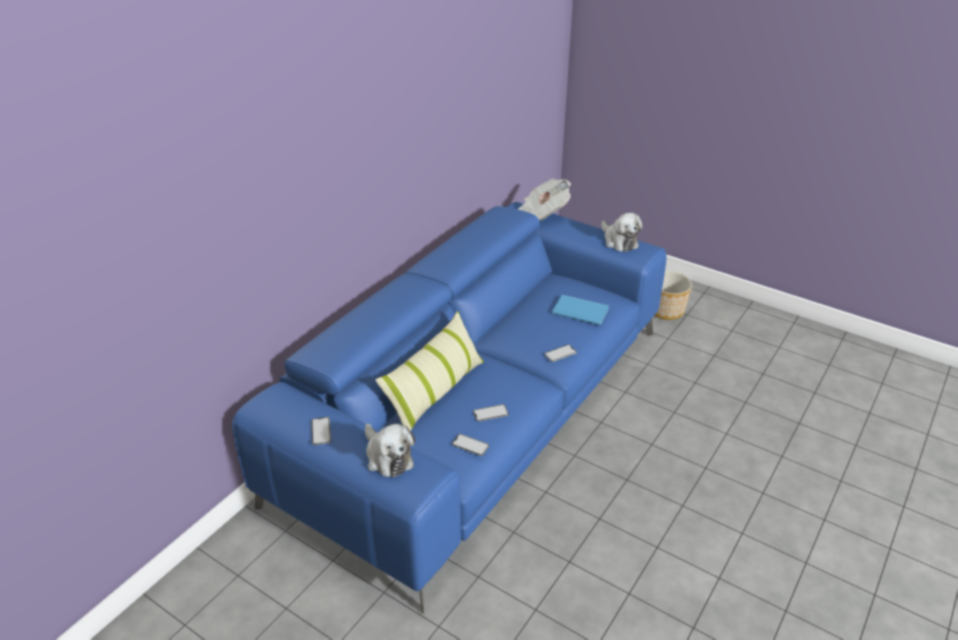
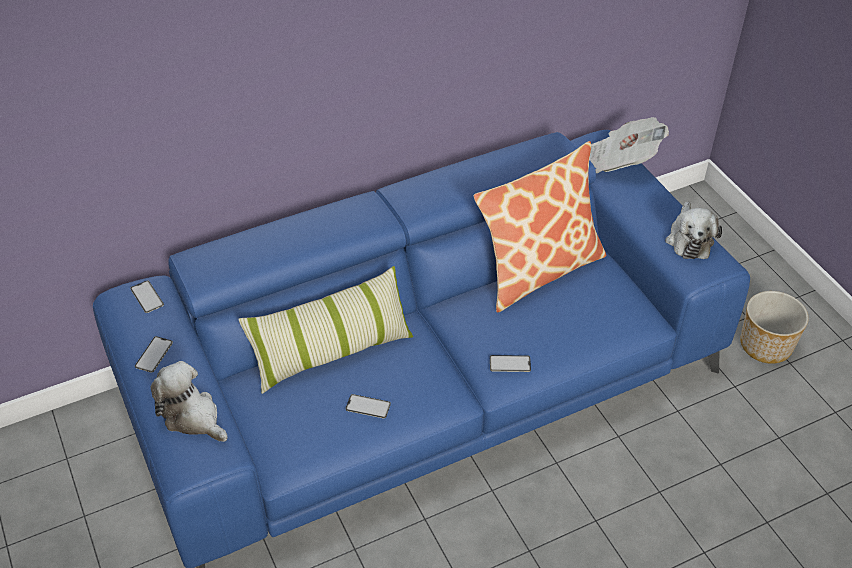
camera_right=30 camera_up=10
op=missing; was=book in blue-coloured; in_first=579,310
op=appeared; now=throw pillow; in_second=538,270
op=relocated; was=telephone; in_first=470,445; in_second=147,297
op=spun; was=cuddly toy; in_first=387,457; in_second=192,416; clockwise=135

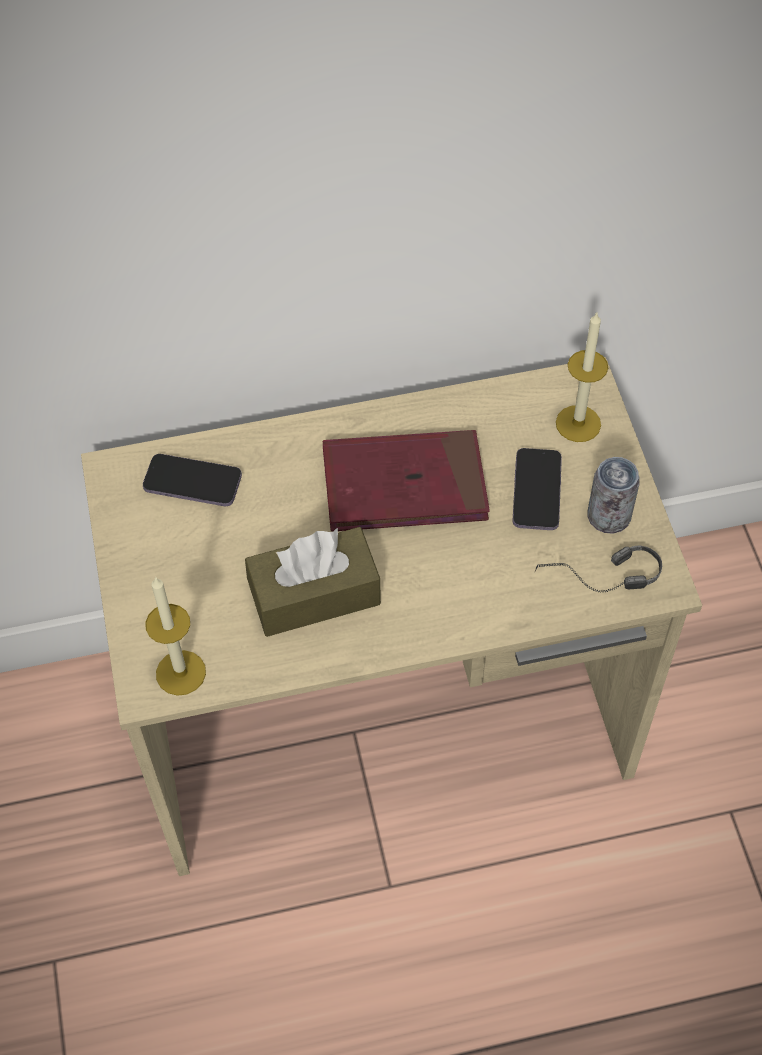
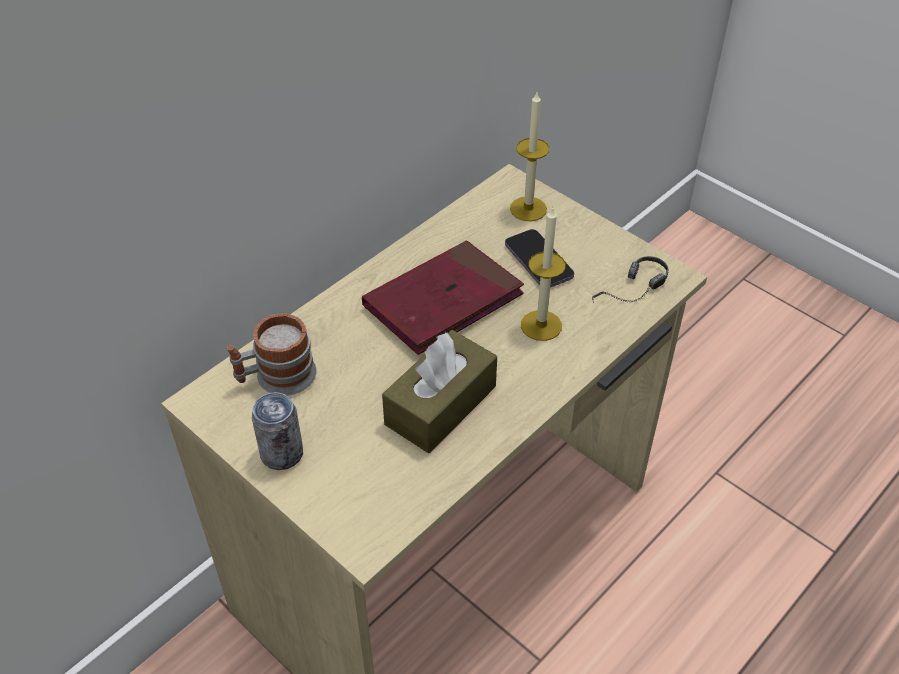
camera_right=-35 camera_up=-10
op=relocated; was=wax candle; in_first=181,672; in_second=541,325
op=relocated; was=sealed can; in_first=608,516; in_second=282,454
op=exchanged; was=telephone; now=mug; in_first=192,482; in_second=276,377

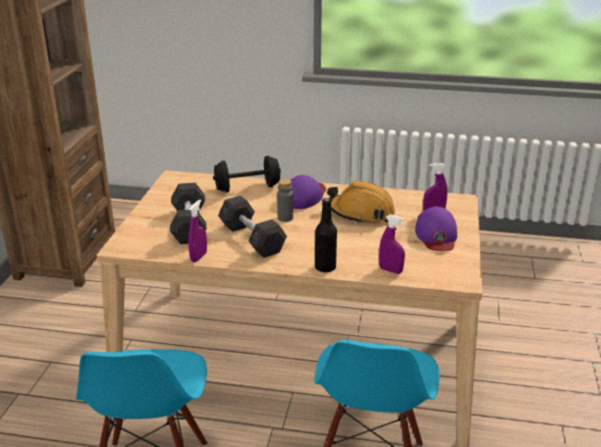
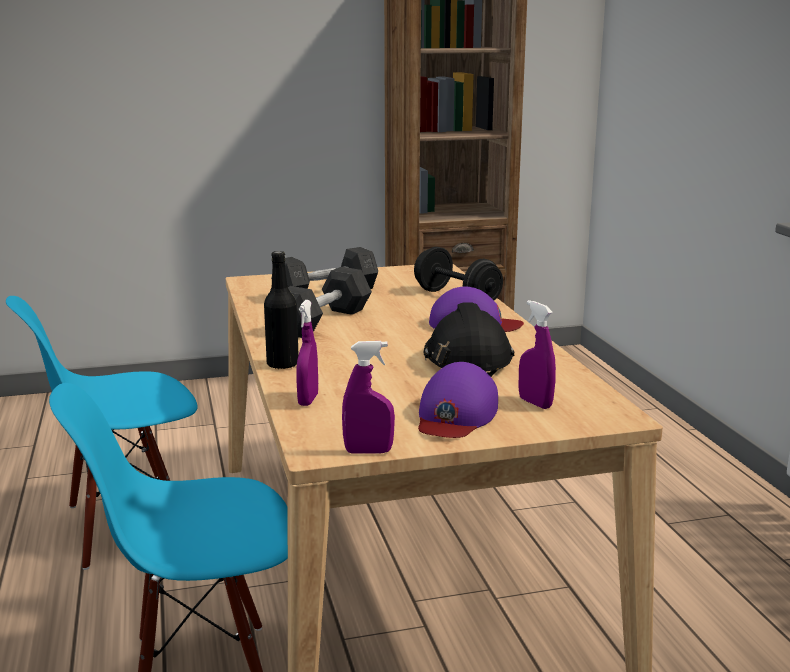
camera_right=65 camera_up=-10
op=missing; was=drink bottle in grey; in_first=285,218
op=relocated; was=hand sprayer in purple-coloured; in_first=198,257; in_second=368,451
op=colour; was=hard hat in orange-coloured; now=hard hat in blackish; in_first=361,213; in_second=467,360
op=spun; was=cap in purple-coloured; in_first=436,235; in_second=455,415; clockwise=-45

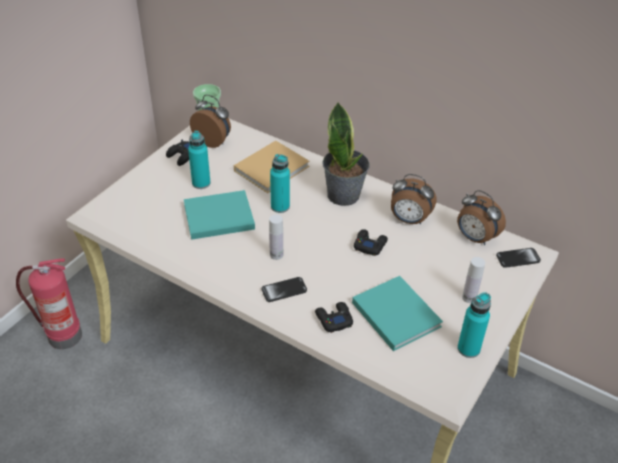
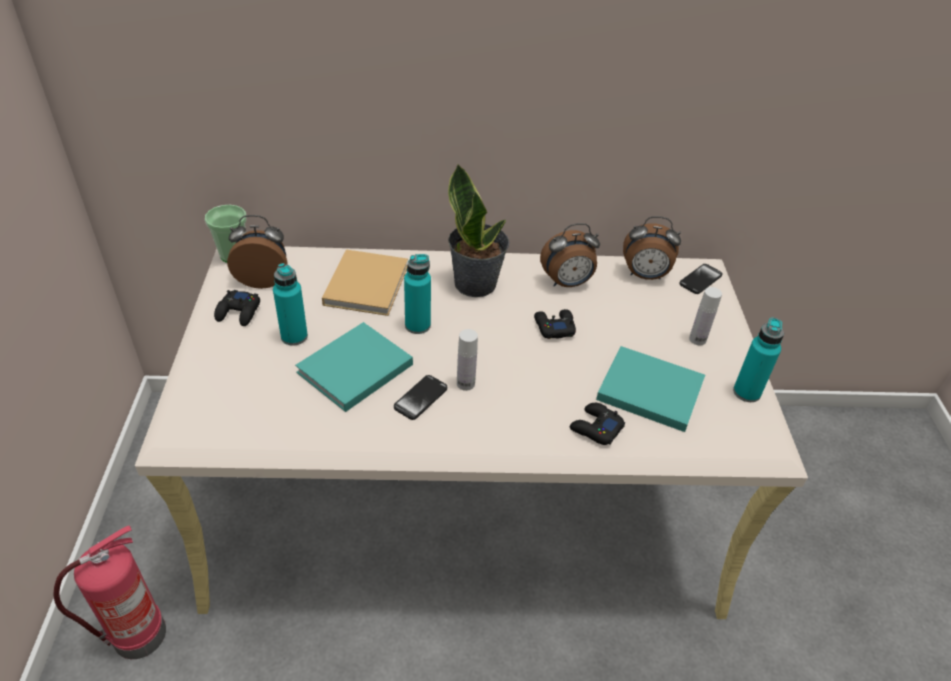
camera_right=-35 camera_up=0
op=relocated; was=telephone; in_first=284,290; in_second=420,398

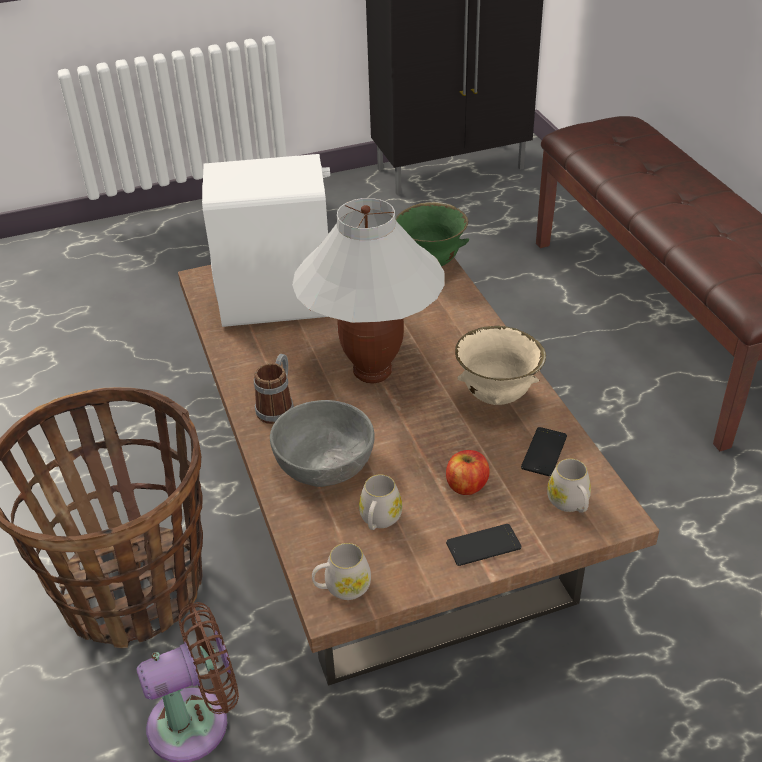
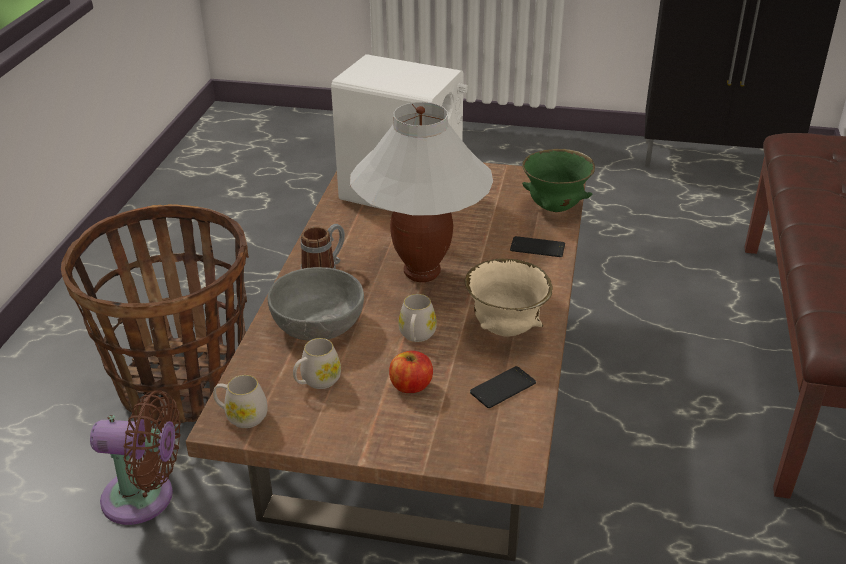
camera_right=30 camera_up=-5
op=relocated; was=telephone; in_first=483,545; in_second=537,248
op=relocated; was=mug in white-coloured; in_first=570,504; in_second=416,336

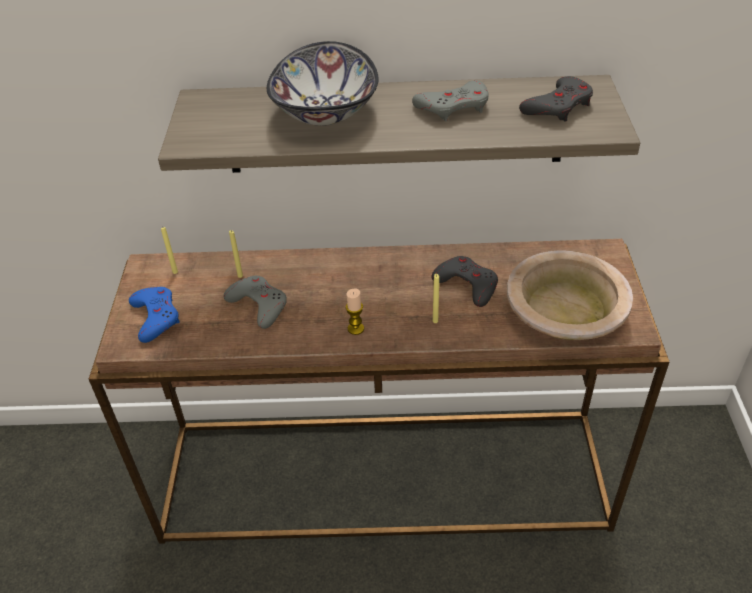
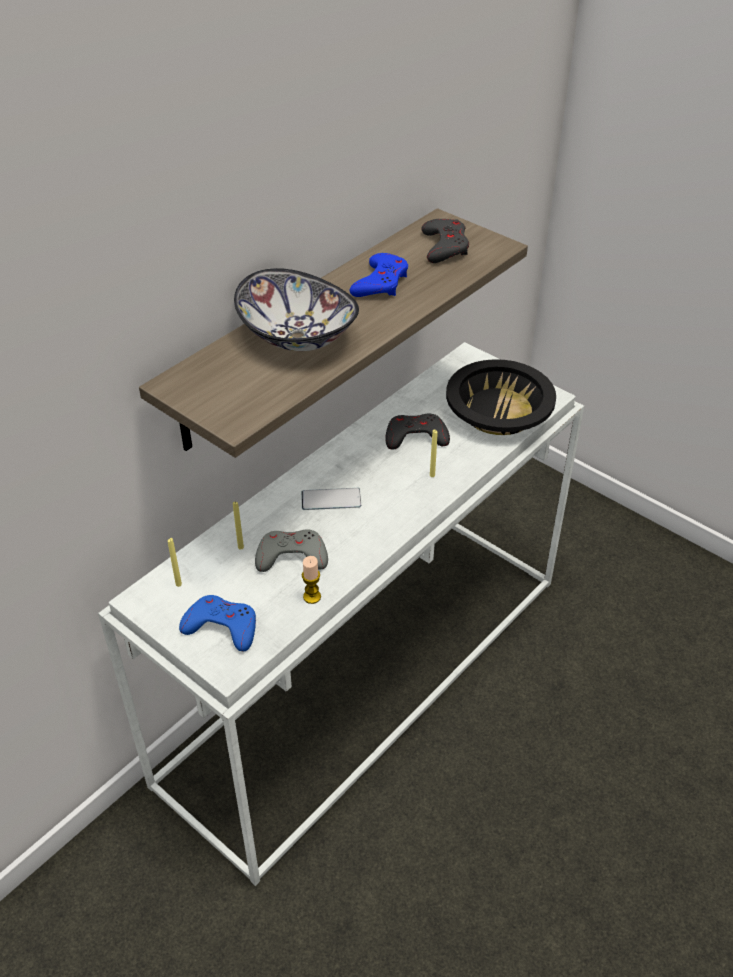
camera_right=-50 camera_up=0
op=appeared; now=telephone; in_second=331,499
op=relocated; was=wax candle; in_first=355,328; in_second=312,597
op=colour; was=console table in brownish; now=console table in white-coloured; in_first=386,474; in_second=366,673
op=colour; was=gamepad in grey; now=gamepad in blue-coloured; in_first=454,107; in_second=381,282
op=colour; was=deep dish in beige-coloured; now=deep dish in blackish; in_first=565,311; in_second=499,412

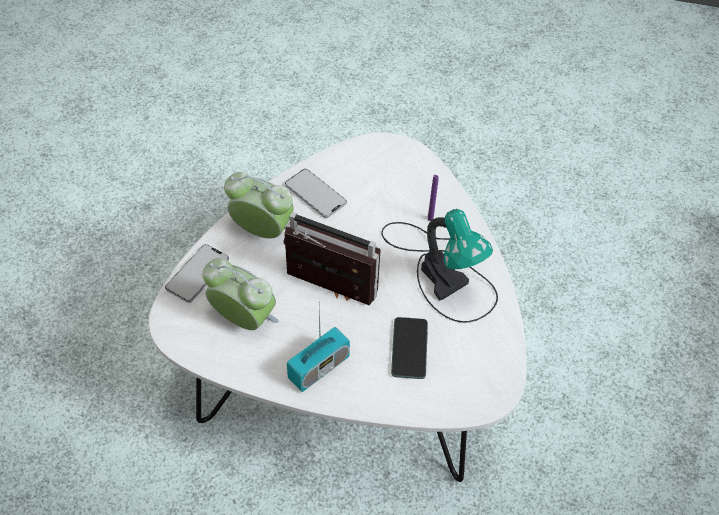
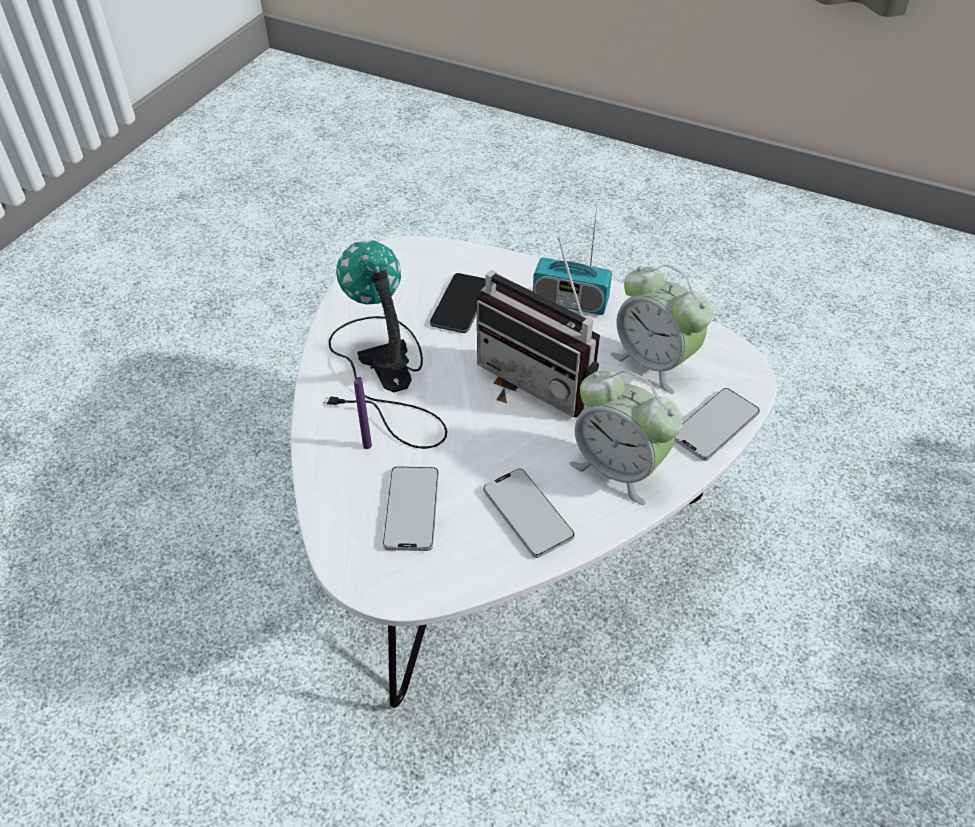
camera_right=-165 camera_up=-5
op=appeared; now=telephone; in_second=411,509
op=spun; was=radio receiver; in_first=319,368; in_second=570,302; clockwise=-135

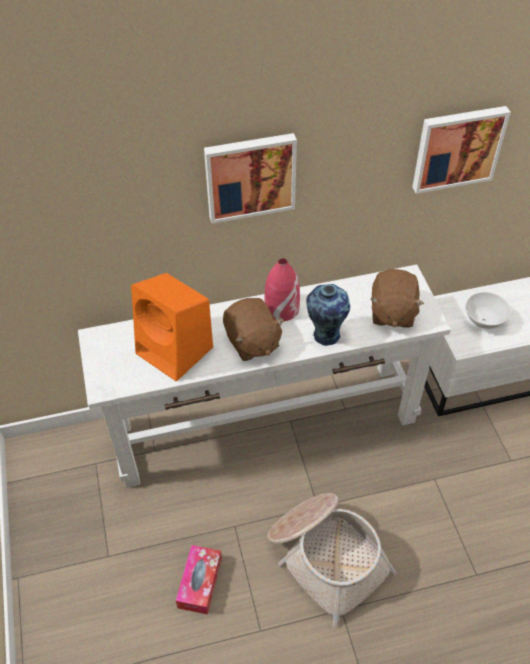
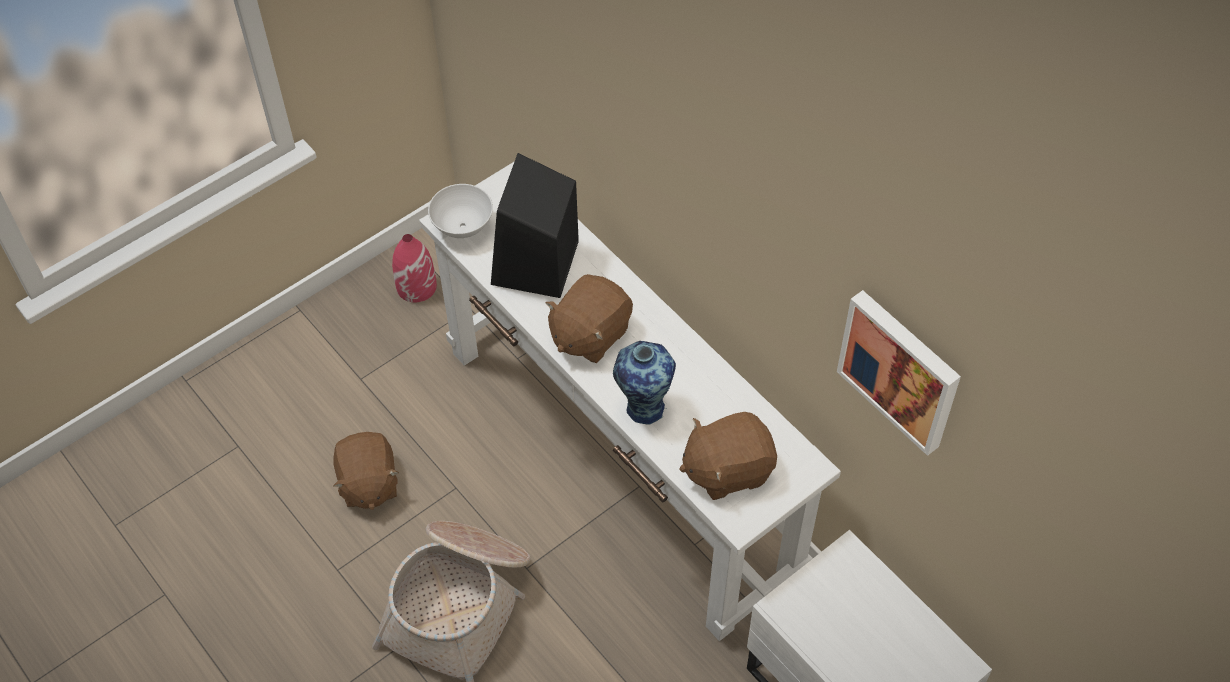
camera_right=65 camera_up=5
op=missing; was=wall picture; in_first=250,176
op=relocated; was=flower vase in reddish; in_first=281,308; in_second=416,286
op=relocated; was=deep dish in white-coloured; in_first=484,321; in_second=463,227
op=exchanged; was=box of tissues; now=cuddly toy in brownish; in_first=200,583; in_second=368,483
op=colour; was=loudspeaker in orange-coloured; now=loudspeaker in blackish; in_first=176,351; in_second=535,265

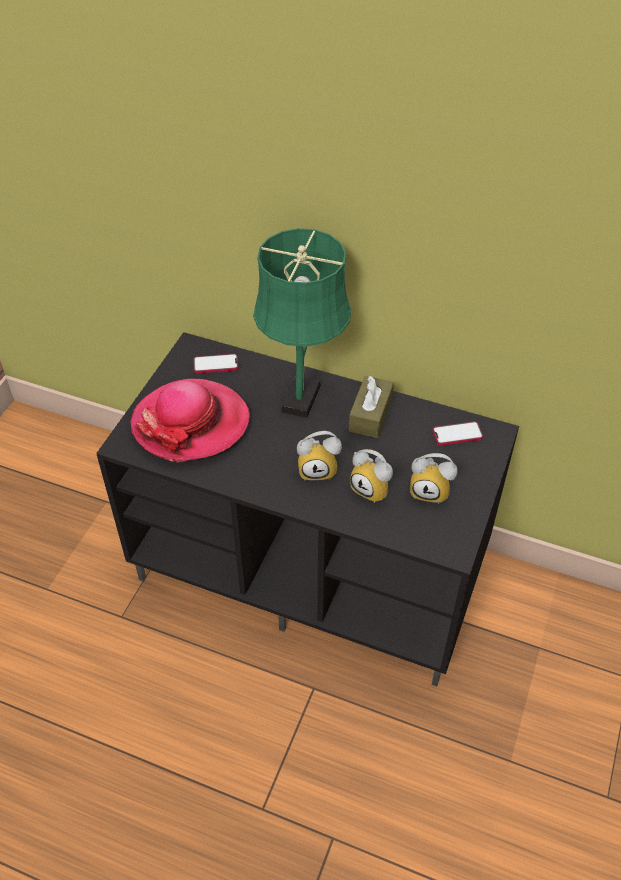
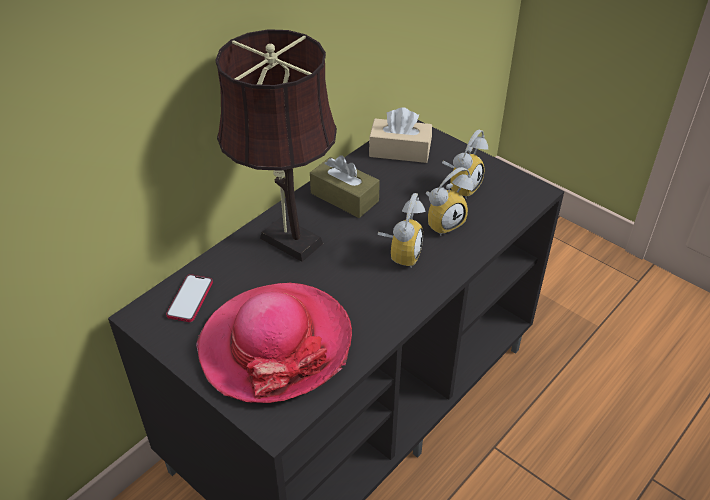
camera_right=-70 camera_up=-5
op=exchanged; was=telephone; now=box of tissues in beige-coloured; in_first=457,434; in_second=400,150
op=colour; was=tabletop lamp in greenish; now=tabletop lamp in brownish; in_first=303,394; in_second=286,238

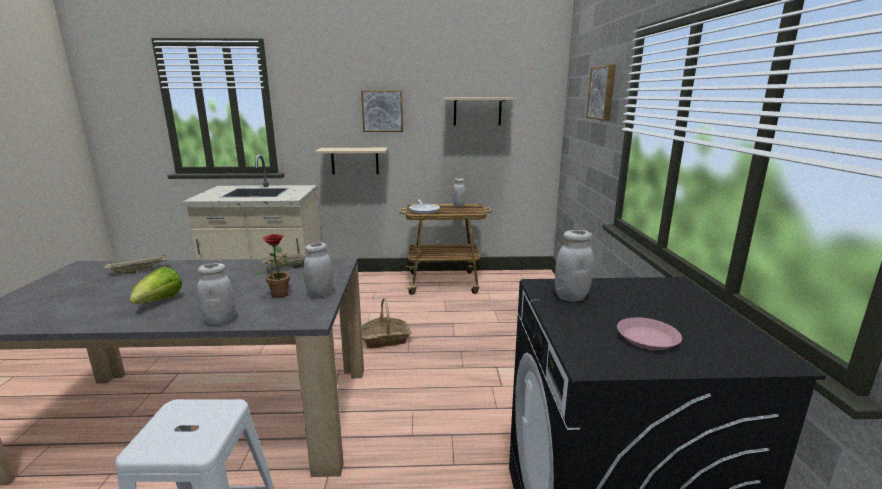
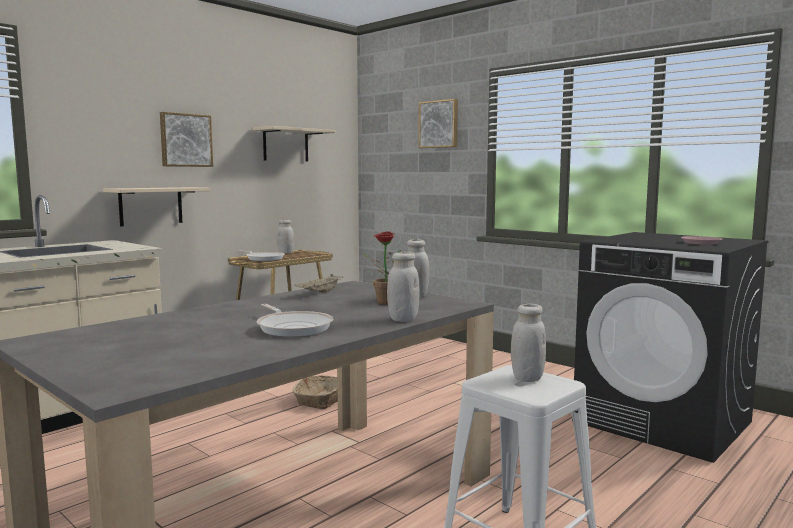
camera_right=-45 camera_up=-10
op=missing; was=carrying tray in beige-coloured; in_first=139,271
op=relocated; was=jar in white-coloured; in_first=571,297; in_second=527,378
op=exchanged; was=lettuce head; now=skillet; in_first=159,302; in_second=293,327

